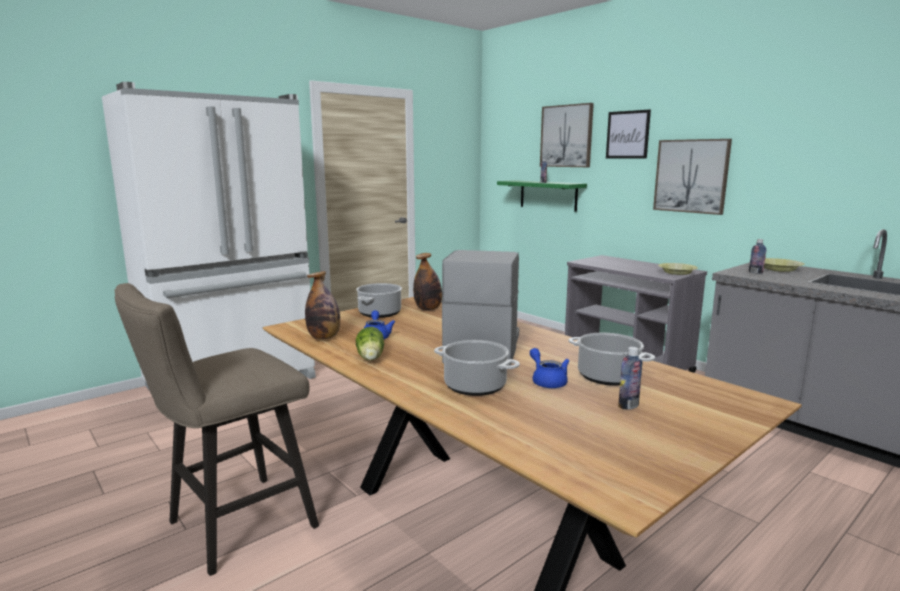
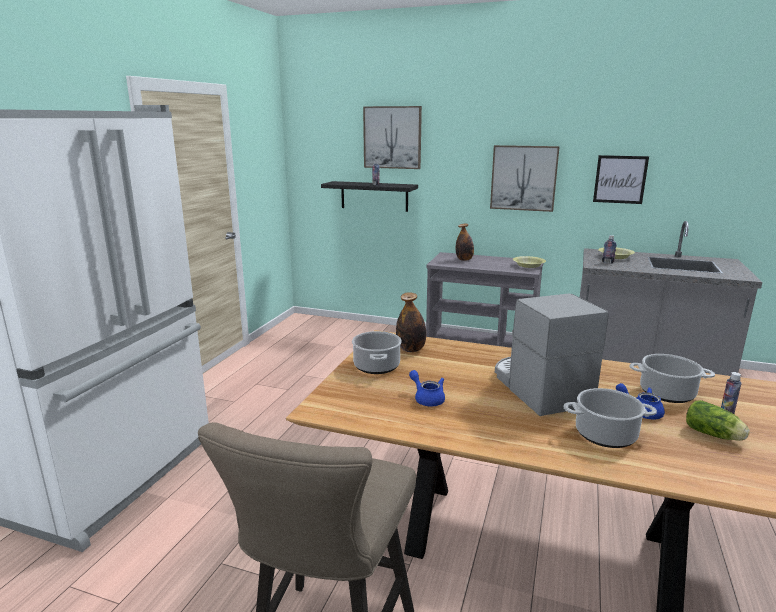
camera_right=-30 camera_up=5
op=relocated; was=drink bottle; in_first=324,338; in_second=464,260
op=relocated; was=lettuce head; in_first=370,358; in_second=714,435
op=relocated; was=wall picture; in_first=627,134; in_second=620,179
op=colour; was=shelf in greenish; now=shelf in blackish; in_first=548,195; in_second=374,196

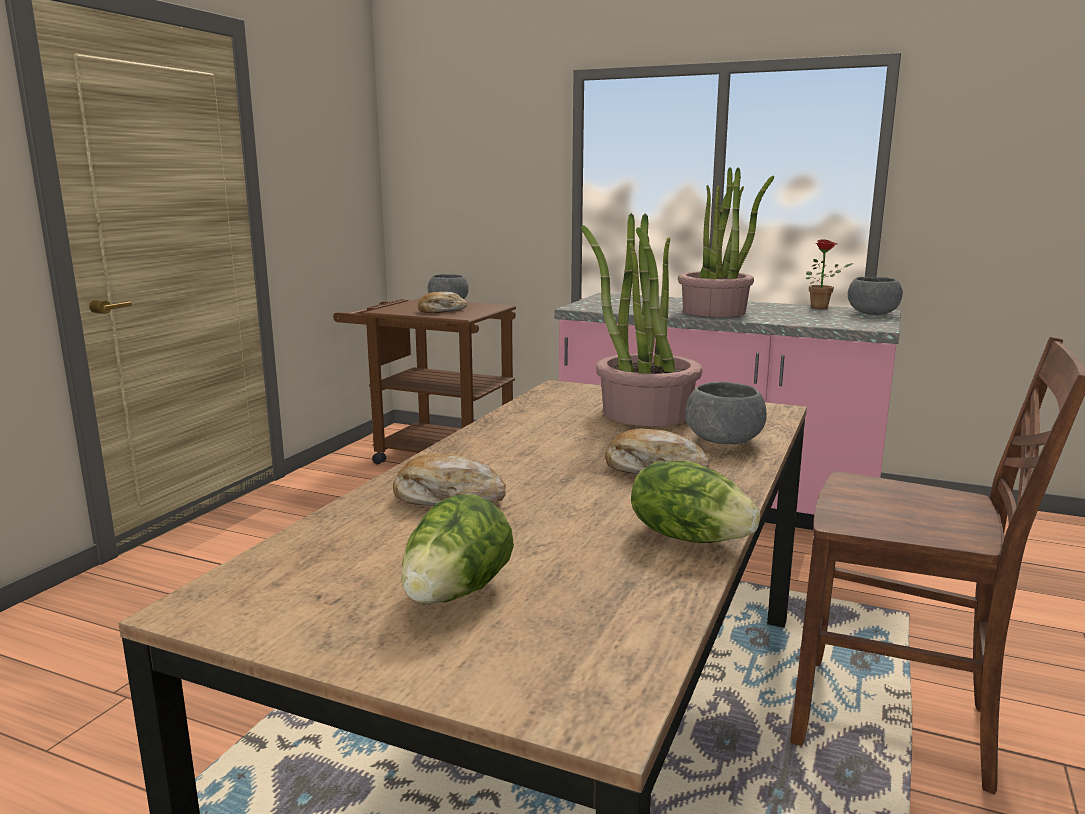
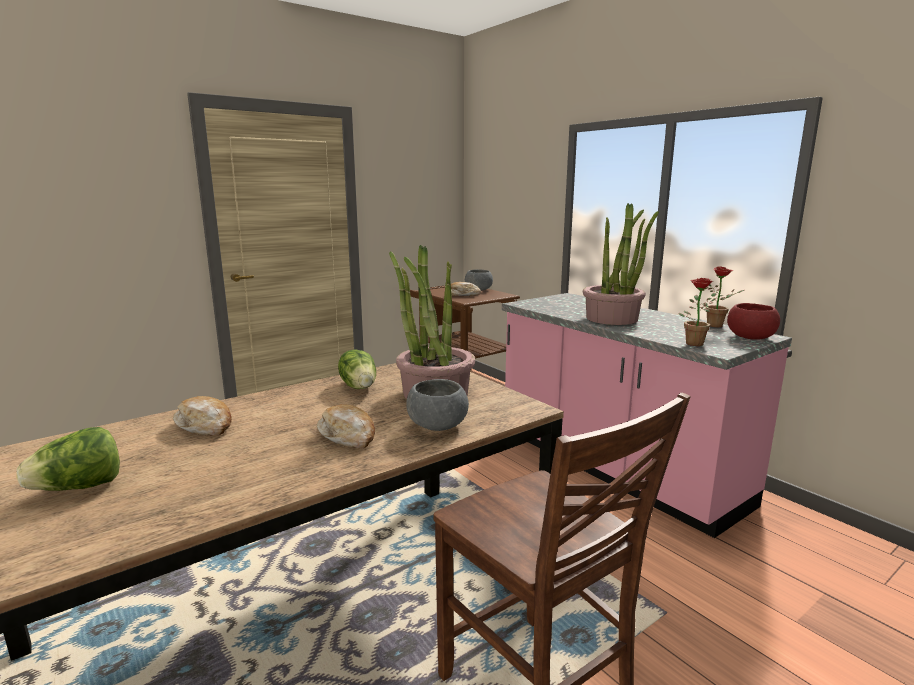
camera_right=30 camera_up=0
op=appeared; now=potted plant; in_second=692,342
op=relocated; was=lettuce head; in_first=689,536; in_second=359,386
op=colour; was=deep dish in grey; now=deep dish in reddish; in_first=872,314; in_second=750,337

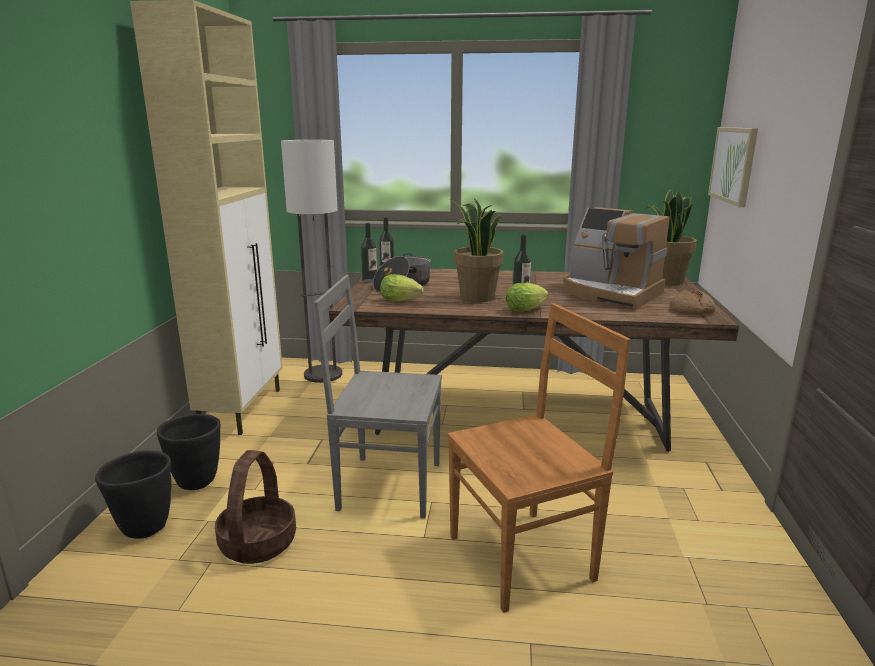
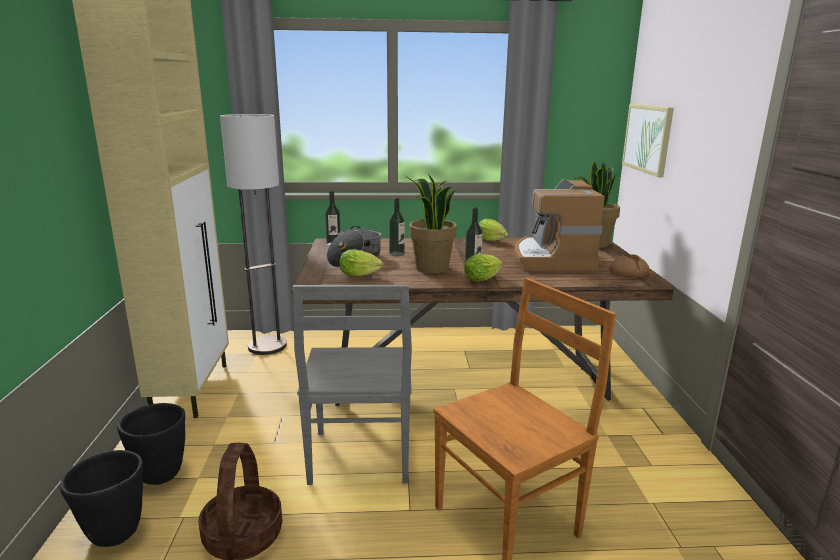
camera_right=-10 camera_up=0
op=appeared; now=lettuce head; in_second=492,241
op=relocated; was=drink bottle; in_first=369,281; in_second=397,254
op=spun; was=plain chair in grey; in_first=386,485; in_second=359,459; clockwise=-90
op=spun; was=coffee brewer; in_first=611,293; in_second=552,259; clockwise=60

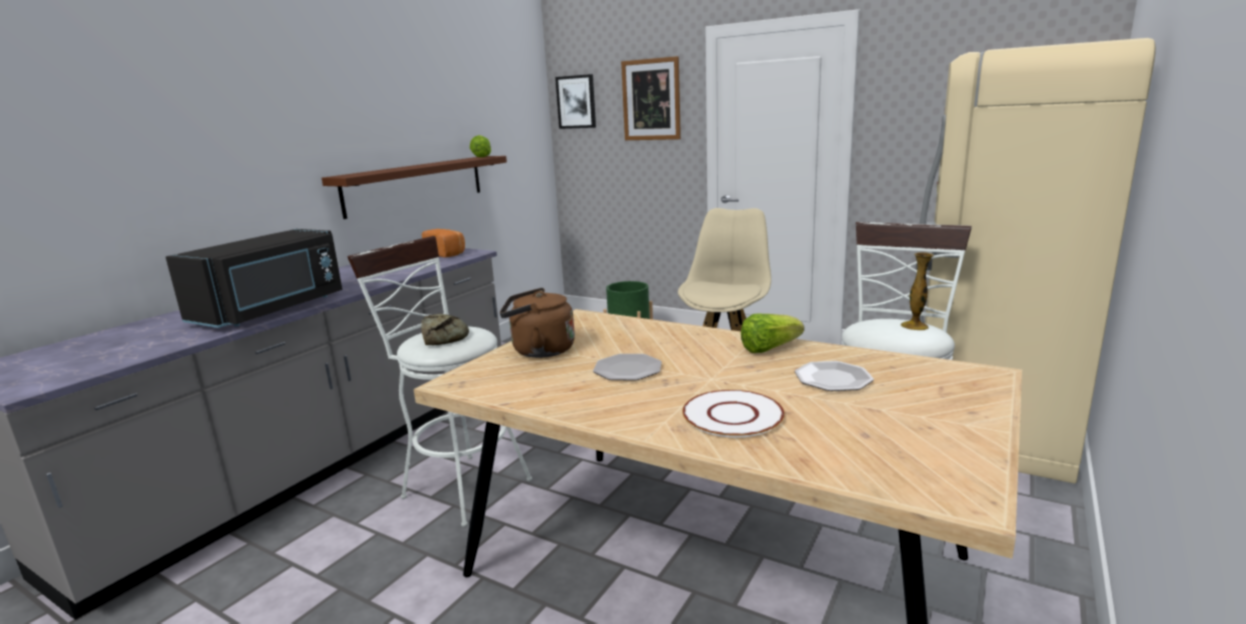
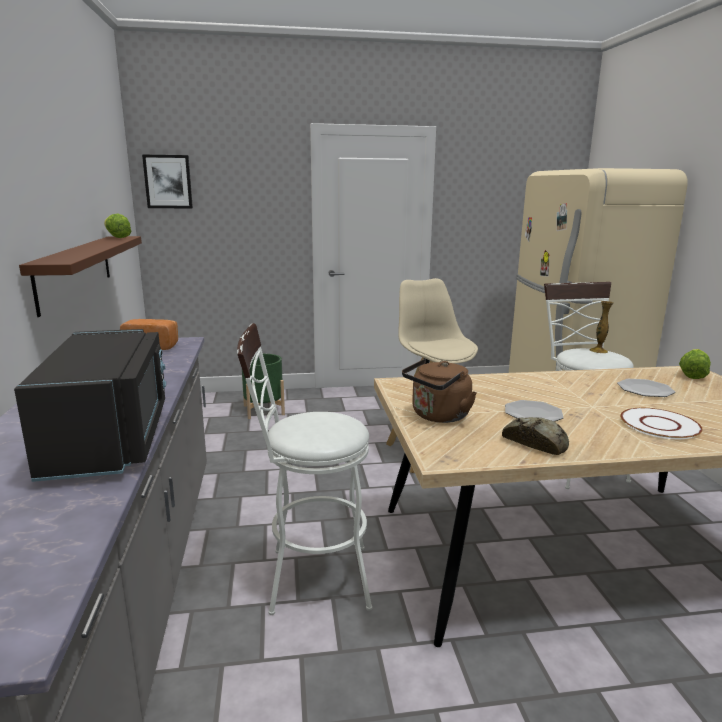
camera_right=-40 camera_up=0
op=missing; was=wall picture; in_first=651,100
op=relocated; was=bakery bread; in_first=444,336; in_second=536,442
op=relocated; was=lettuce head; in_first=769,349; in_second=692,374

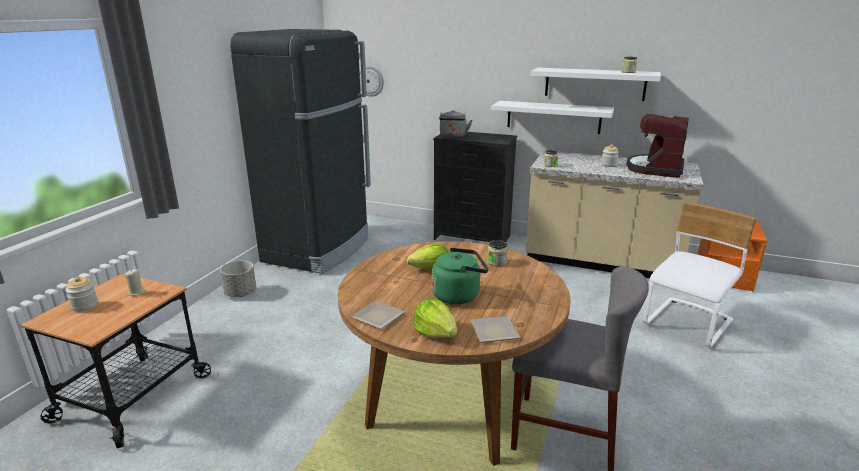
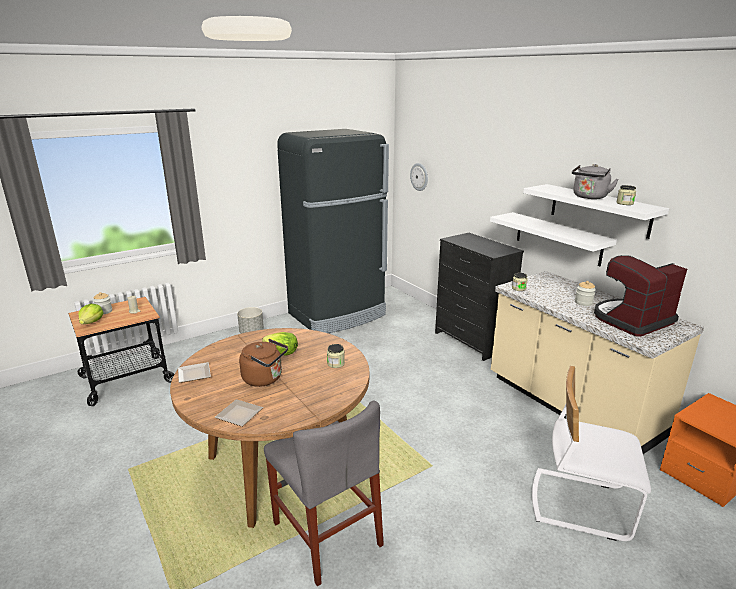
camera_right=35 camera_up=0
op=relocated; was=lettuce head; in_first=435,332; in_second=91,322
op=relocated; was=tea kettle in grey; in_first=453,136; in_second=589,197
op=colour; was=tea kettle in greenish; now=tea kettle in brownish; in_first=458,295; in_second=265,379
op=spun; was=plain chair in white-coloured; in_first=688,324; in_second=580,504; clockwise=-150

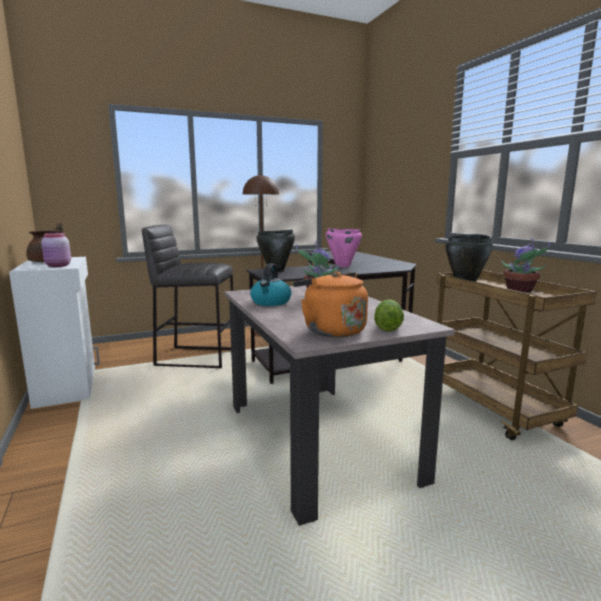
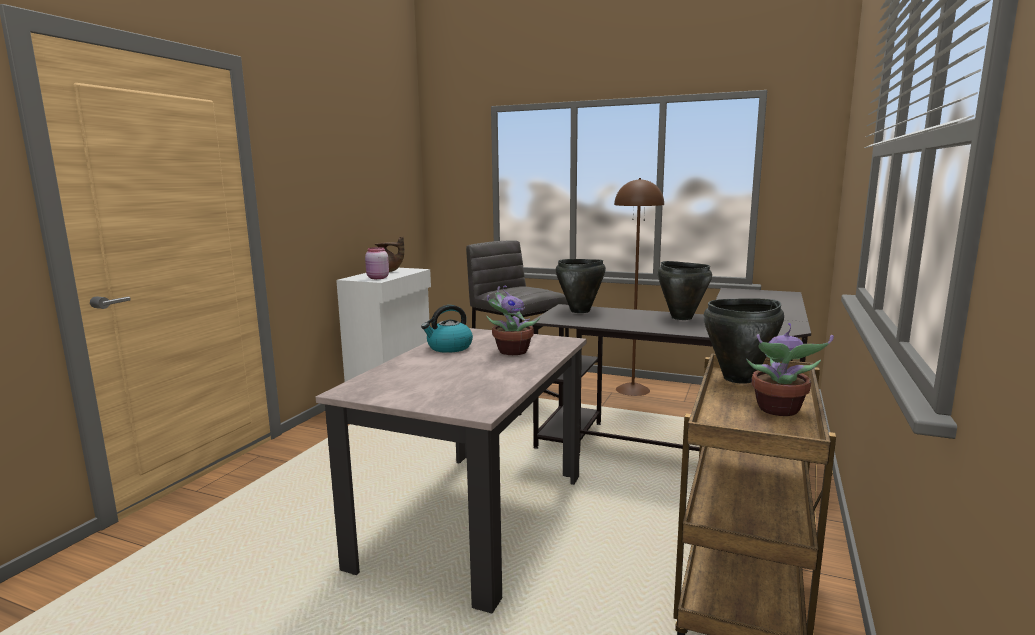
camera_right=45 camera_up=0
op=missing; was=tea kettle in orange-coloured; in_first=331,330
op=missing; was=lettuce head; in_first=388,326
op=colour; was=saucepot in pink; now=saucepot in blackish; in_first=342,266; in_second=681,317

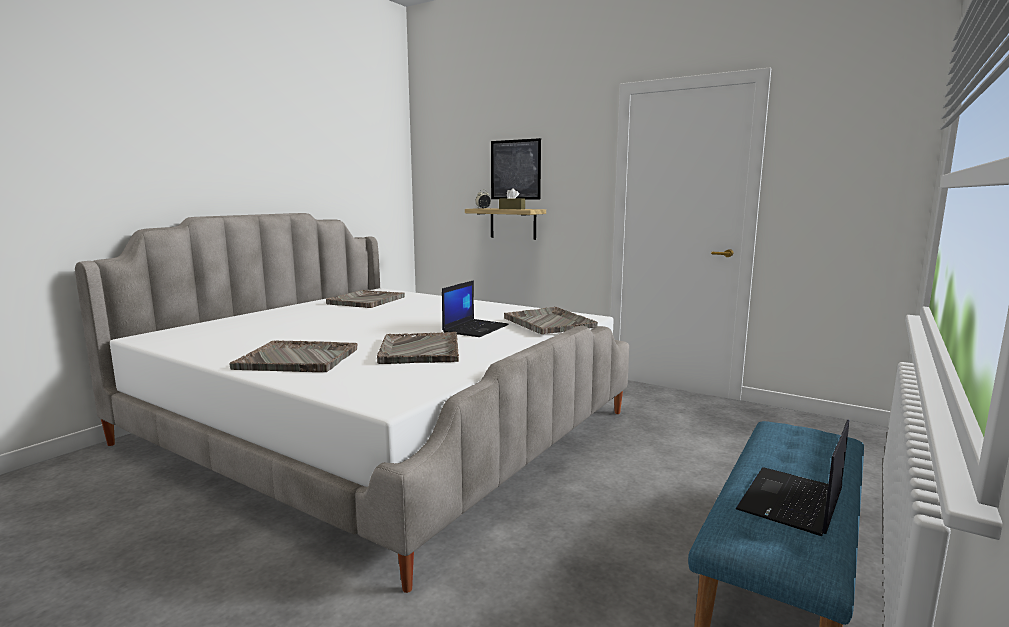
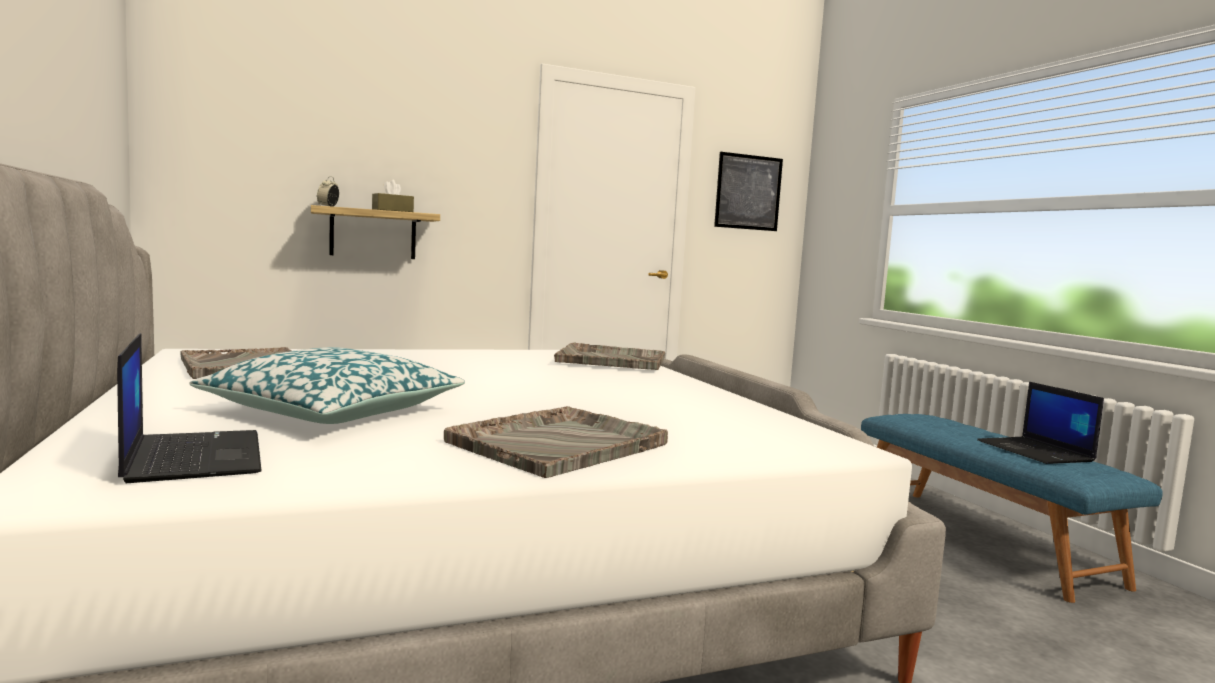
camera_right=-55 camera_up=-5
op=missing; was=carrying tray in grey; in_first=419,350
op=appeared; now=throw pillow; in_second=333,411
op=relocated; was=notebook computer; in_first=475,328; in_second=192,456
op=relocated; was=wall picture; in_first=515,169; in_second=748,192

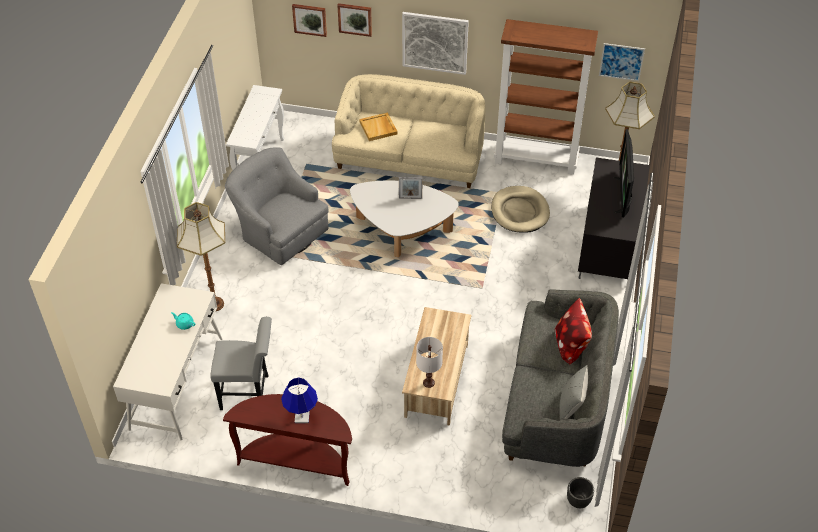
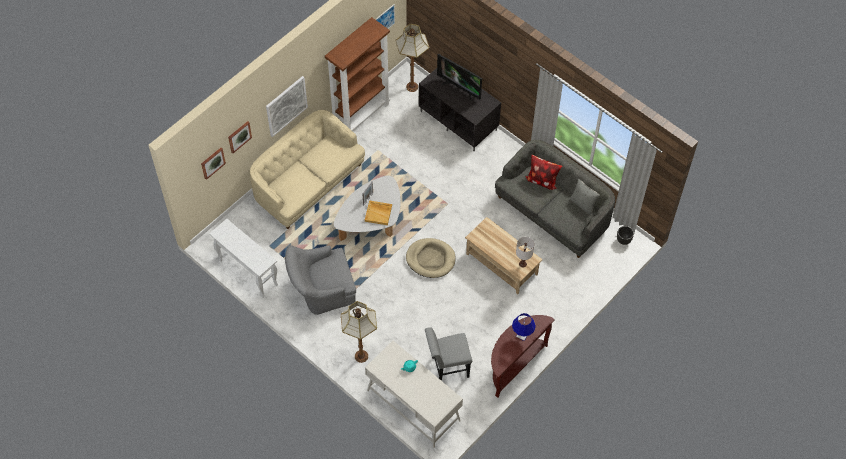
camera_right=-60 camera_up=10
op=relocated; was=carrying tray in beige-coloured; in_first=378,128; in_second=378,213
op=relocated; was=pet bed in beige-coloured; in_first=520,211; in_second=430,259
op=spun; was=plain chair in grey; in_first=249,392; in_second=447,367; clockwise=-135

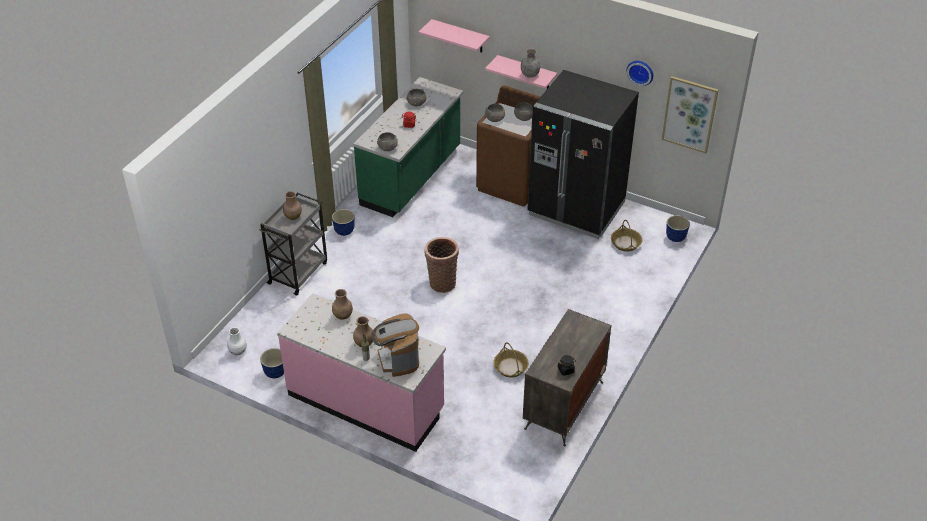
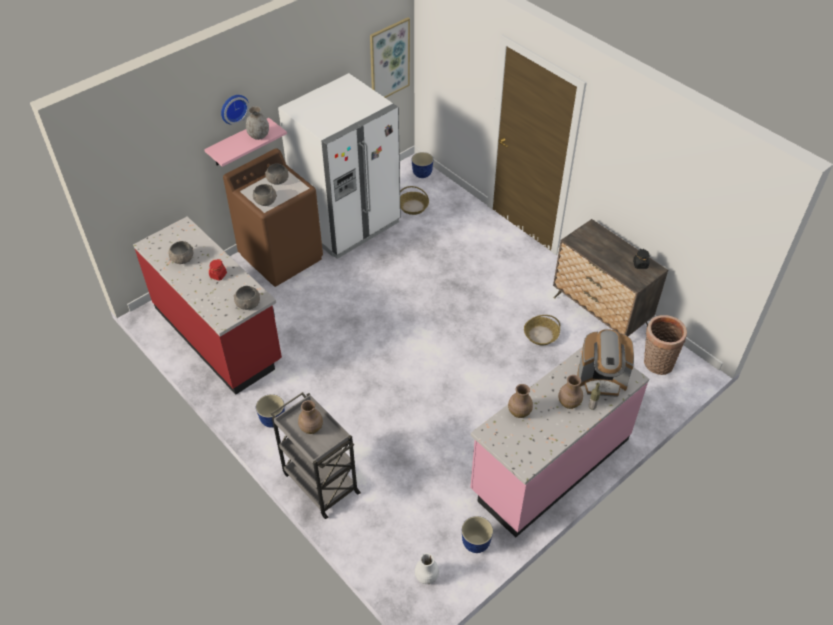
camera_right=-70 camera_up=5
op=missing; was=shelf in pink; in_first=460,36
op=relocated; was=household basket; in_first=442,282; in_second=656,363
op=relocated; was=wall clock; in_first=641,71; in_second=233,108
op=colour; was=kitchen base unit in greenish; now=kitchen base unit in reddish; in_first=412,177; in_second=218,334
op=colour; was=refrigerator in blackish; now=refrigerator in white-coloured; in_first=576,209; in_second=347,223

